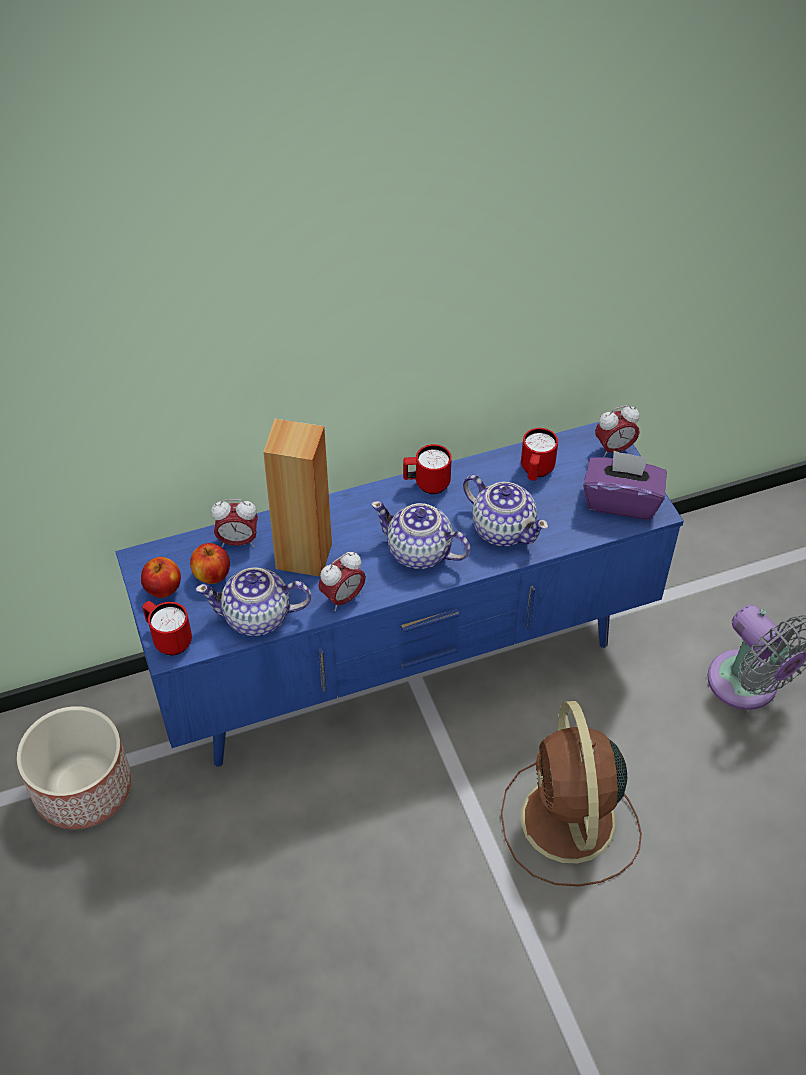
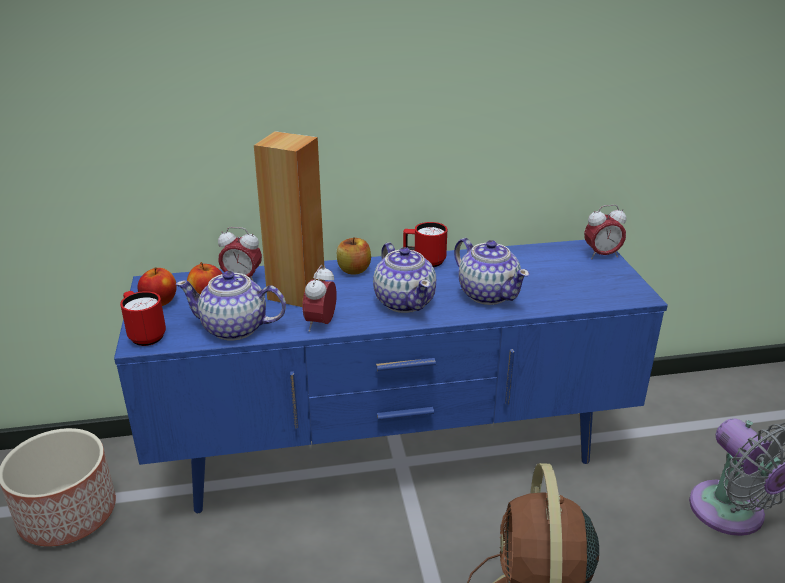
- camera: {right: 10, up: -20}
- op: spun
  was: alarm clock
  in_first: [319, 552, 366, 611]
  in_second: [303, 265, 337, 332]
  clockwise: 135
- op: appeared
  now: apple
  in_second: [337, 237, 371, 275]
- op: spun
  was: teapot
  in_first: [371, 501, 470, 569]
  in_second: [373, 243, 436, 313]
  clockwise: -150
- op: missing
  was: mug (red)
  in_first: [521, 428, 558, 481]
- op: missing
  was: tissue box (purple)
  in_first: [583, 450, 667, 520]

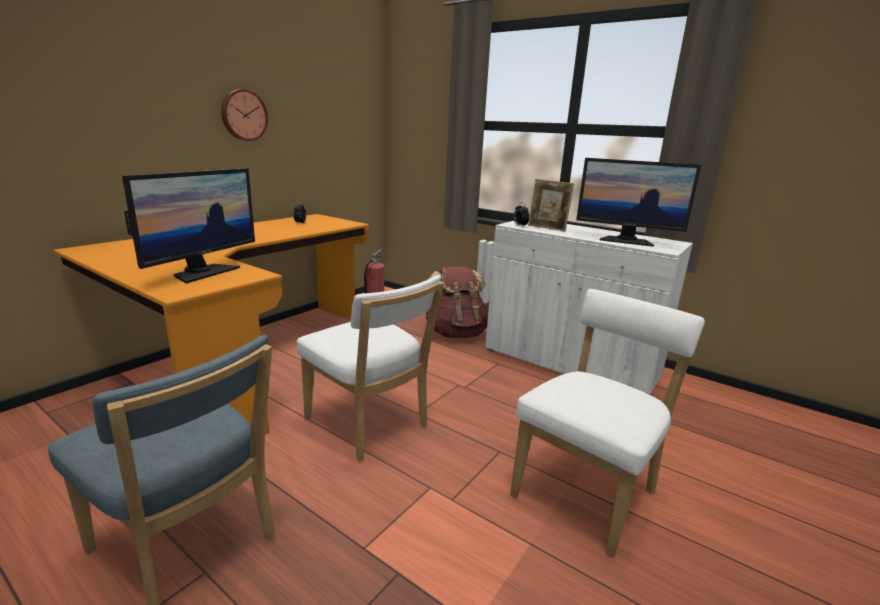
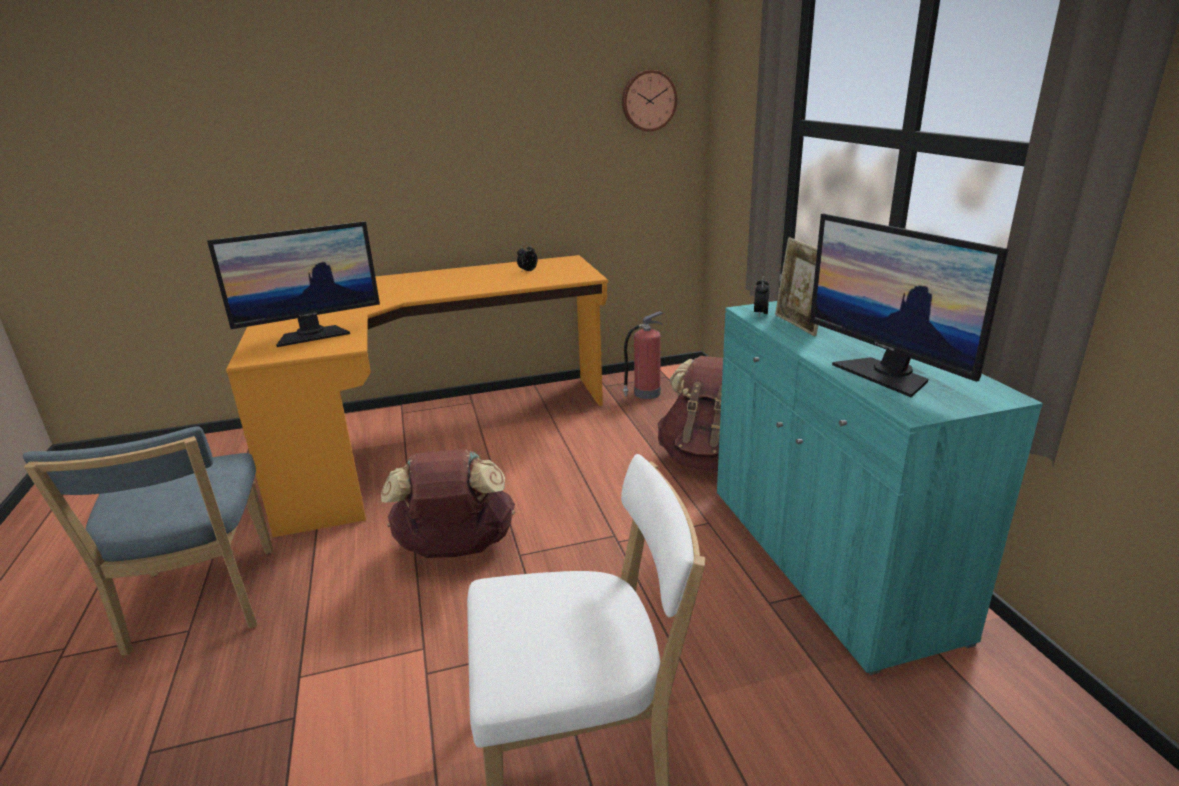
- camera: {right: 40, up: 5}
- op: exchanged
  was: chair (white)
  now: backpack (brown)
  in_first: [297, 275, 444, 461]
  in_second: [381, 449, 515, 558]
- op: relocated
  was: wall clock
  in_first: [221, 89, 268, 141]
  in_second: [622, 70, 677, 132]
- op: colour
  was: cabinet (white)
  now: cabinet (turquoise)
  in_first: [485, 221, 693, 395]
  in_second: [717, 301, 1043, 675]

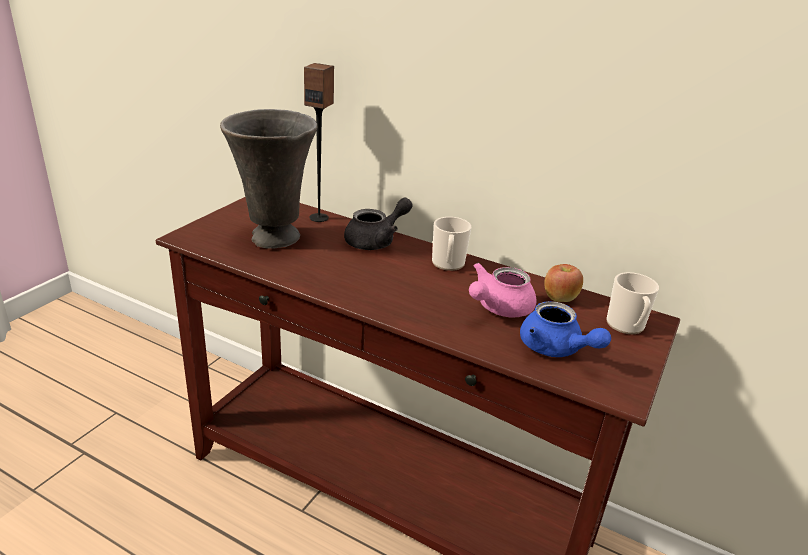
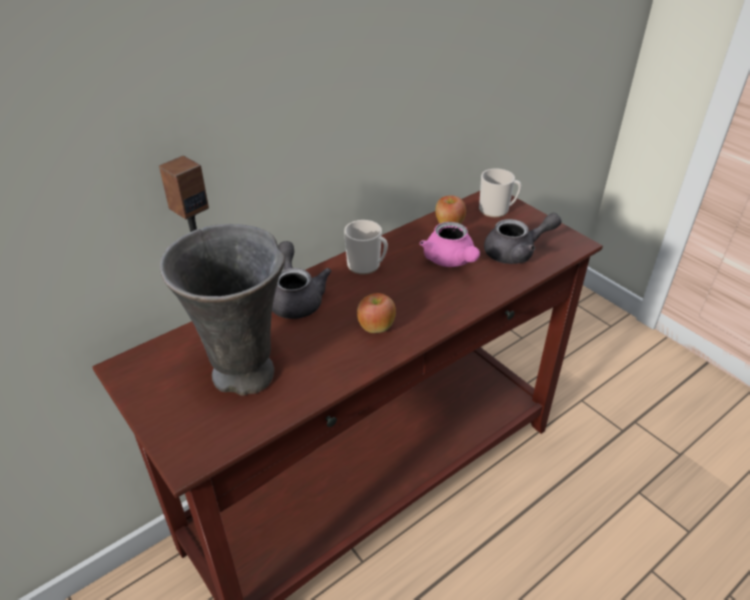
- camera: {right: -65, up: 10}
- op: appeared
  now: apple
  in_second: [357, 293, 396, 333]
- op: colour
  was: teapot (blue)
  now: teapot (grey)
  in_first: [520, 301, 611, 357]
  in_second: [484, 213, 562, 264]

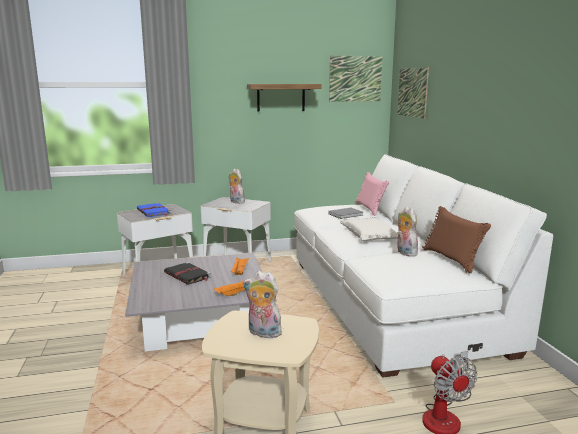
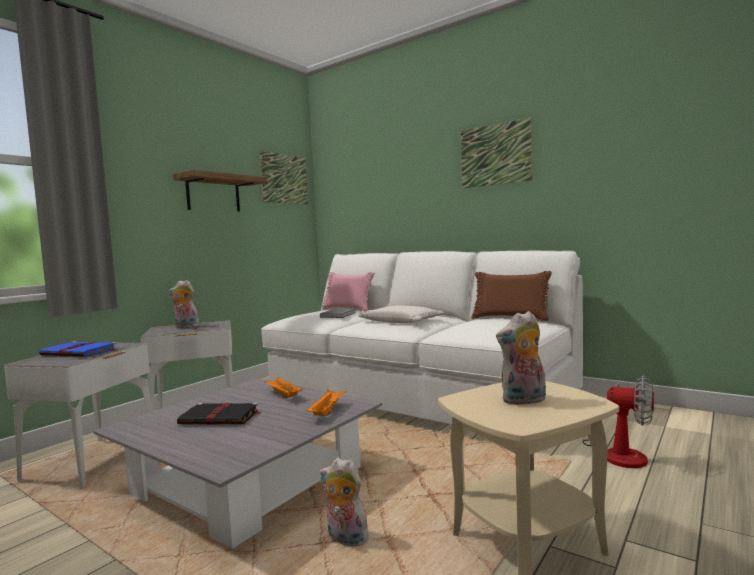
- camera: {right: -40, up: -10}
- op: relocated
  was: plush toy
  in_first: [397, 207, 418, 257]
  in_second: [320, 458, 374, 546]
- op: relocated
  was: picture
  in_first: [397, 67, 429, 119]
  in_second: [461, 117, 533, 189]

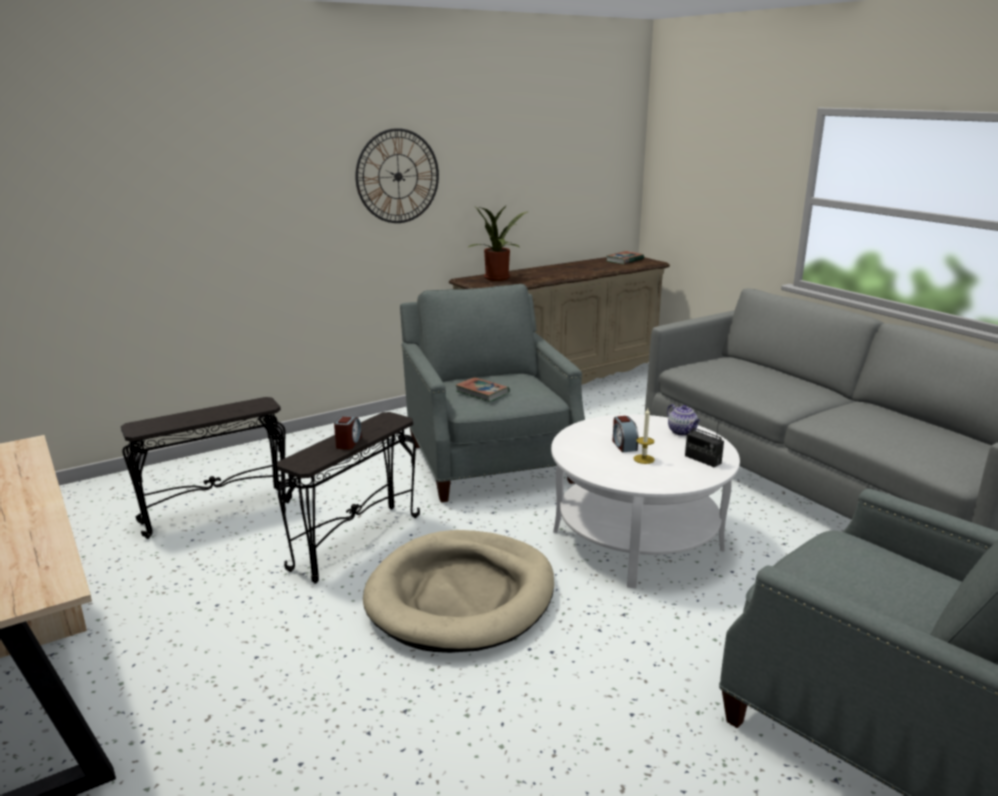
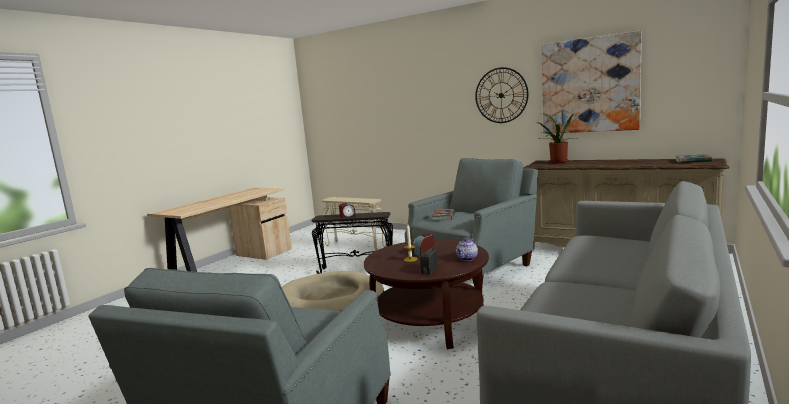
- camera: {right: 65, up: -10}
- op: colour
  was: side table (black)
  now: side table (beige)
  in_first: [121, 397, 292, 539]
  in_second: [322, 197, 386, 251]
- op: colour
  was: coffee table (white)
  now: coffee table (brown)
  in_first: [551, 414, 740, 588]
  in_second: [364, 239, 489, 349]
- op: appeared
  now: picture
  in_second: [541, 31, 642, 134]

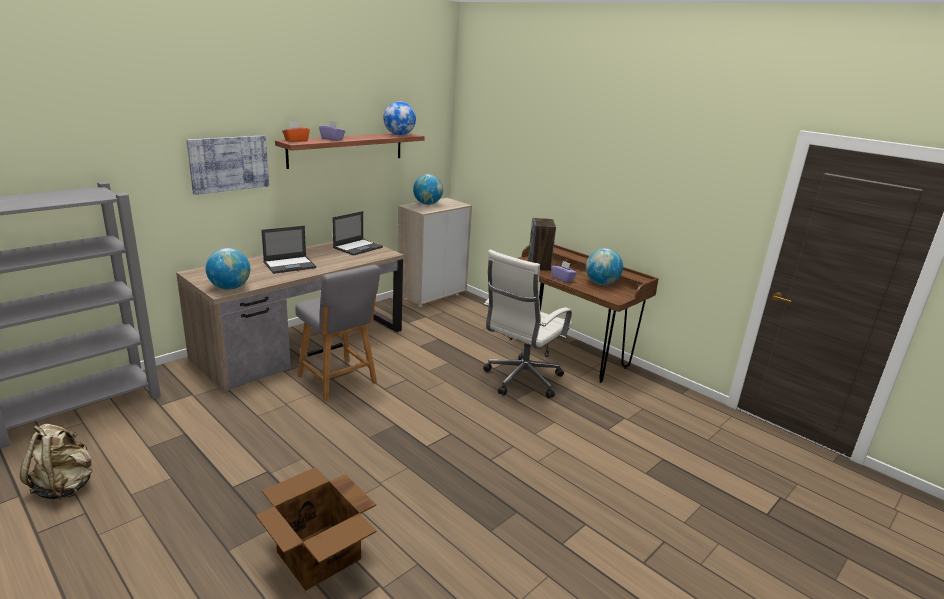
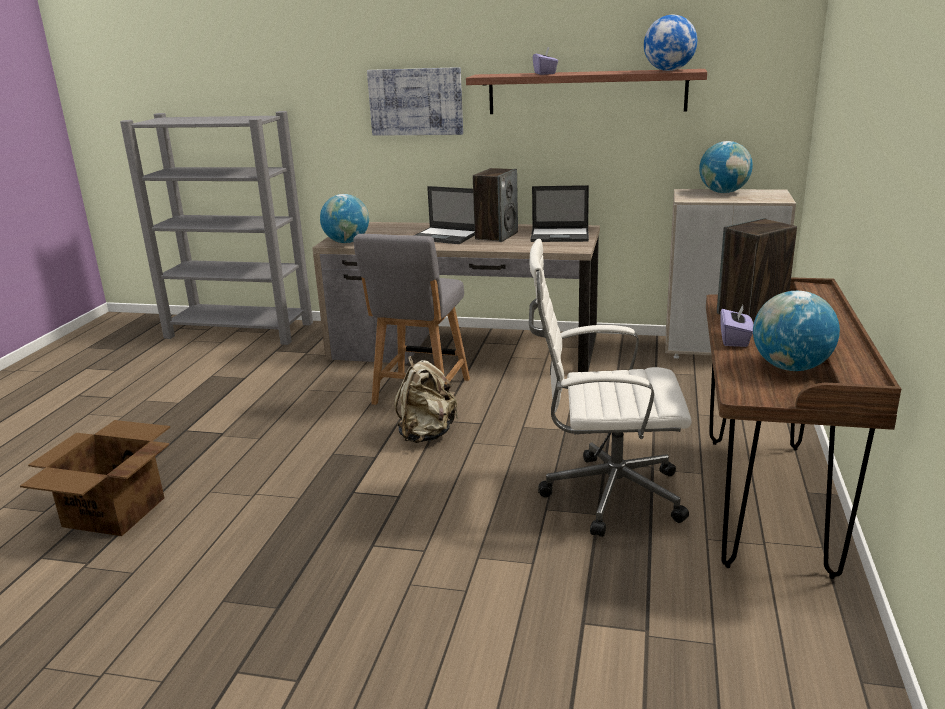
- camera: {right: 60, up: 0}
- op: relocated
  was: backpack (beige)
  in_first: [20, 424, 93, 500]
  in_second: [394, 356, 458, 443]
- op: appeared
  now: speaker
  in_second: [473, 168, 518, 242]
- op: missing
  was: tissue box (orange)
  in_first: [282, 122, 310, 142]

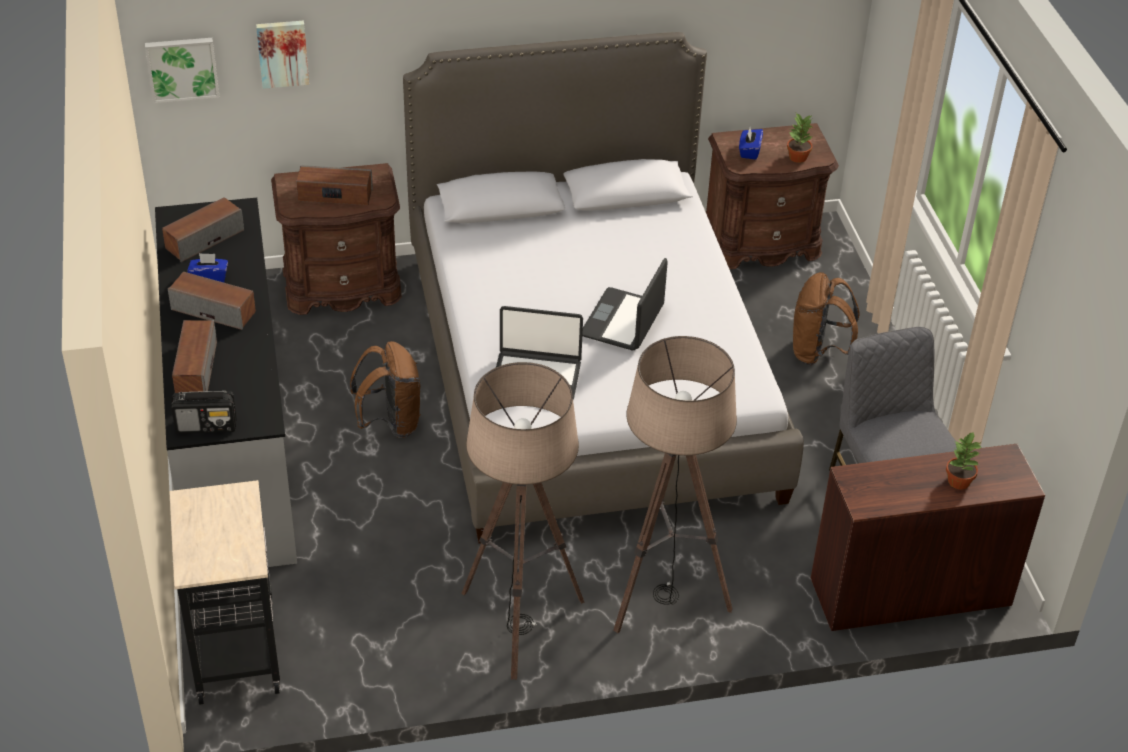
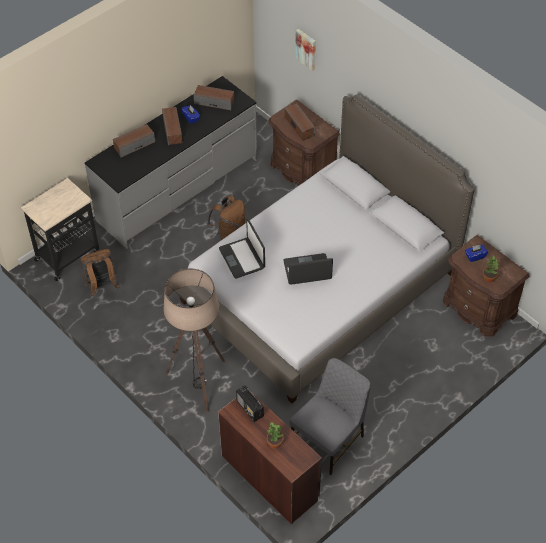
- camera: {right: 60, up: 10}
- op: relocated
  was: backpack (brown)
  in_first: [793, 272, 860, 365]
  in_second: [81, 249, 120, 296]
- op: relocated
  was: radio
  in_first: [171, 391, 237, 434]
  in_second: [236, 385, 264, 422]
- op: missing
  was: picture
  in_first: [145, 38, 220, 103]
- op: missing
  was: floor lamp
  in_first: [461, 362, 585, 680]

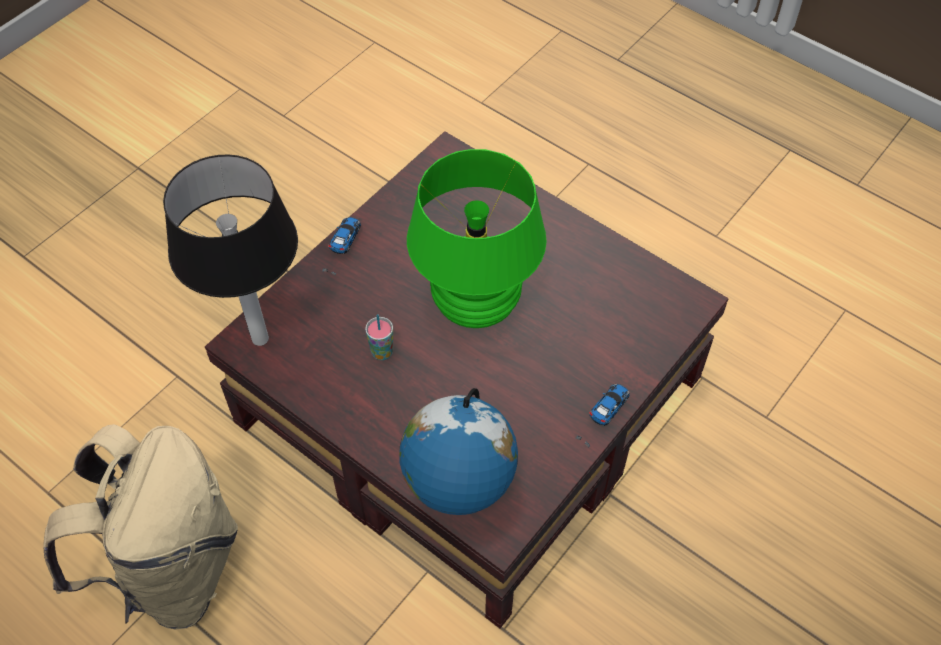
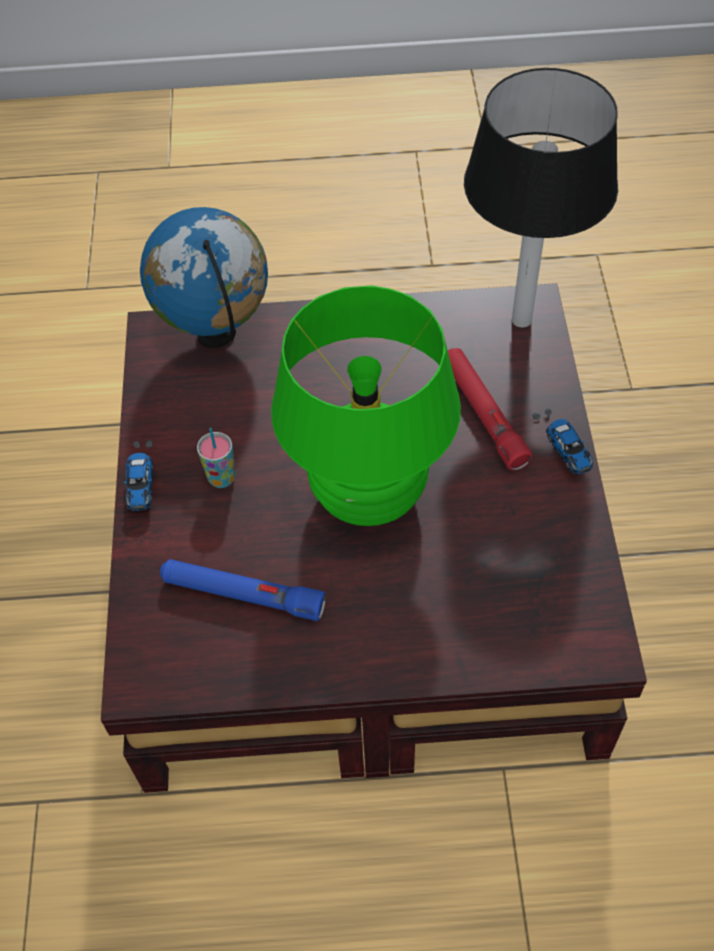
- camera: {right: 140, up: 0}
- op: appeared
  now: flashlight (blue)
  in_second: [160, 559, 326, 621]
- op: relocated
  was: cup
  in_first: [365, 314, 393, 360]
  in_second: [197, 428, 235, 488]
- op: appeared
  now: flashlight (red)
  in_second: [448, 348, 532, 470]
- op: missing
  was: backpack (beige)
  in_first: [43, 424, 238, 630]

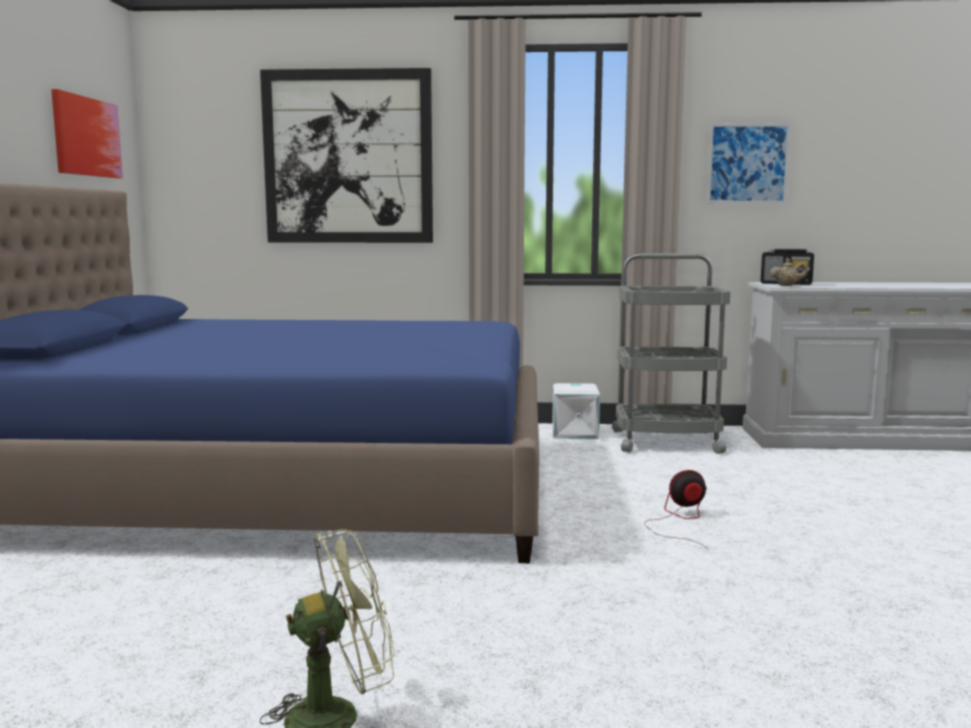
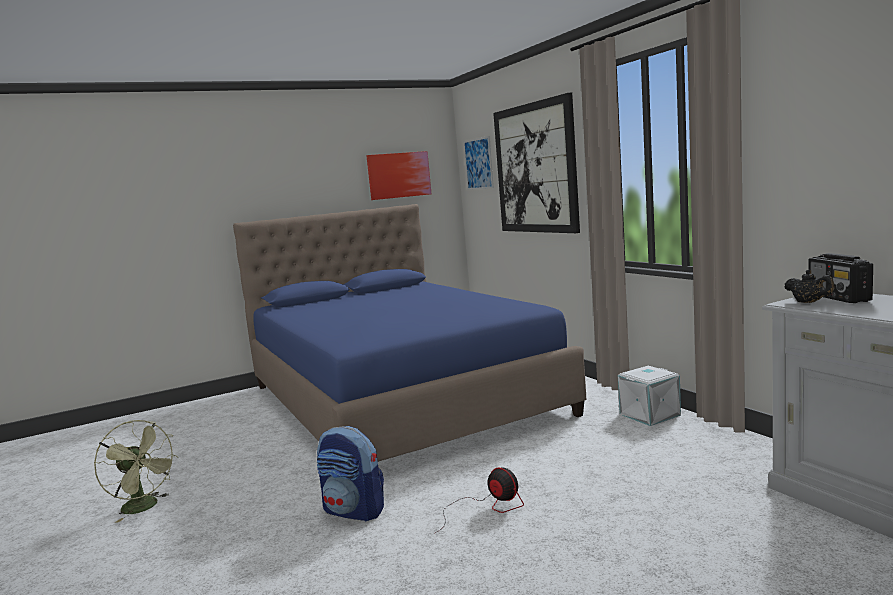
- camera: {right: 60, up: 0}
- op: appeared
  now: backpack
  in_second: [317, 426, 384, 522]
- op: relocated
  was: picture
  in_first: [707, 123, 791, 203]
  in_second: [463, 136, 494, 190]
- op: colour
  was: teapot (beige)
  now: teapot (black)
  in_first: [769, 259, 807, 286]
  in_second: [784, 270, 834, 303]
- op: missing
  was: cart (grey)
  in_first: [612, 253, 730, 454]

